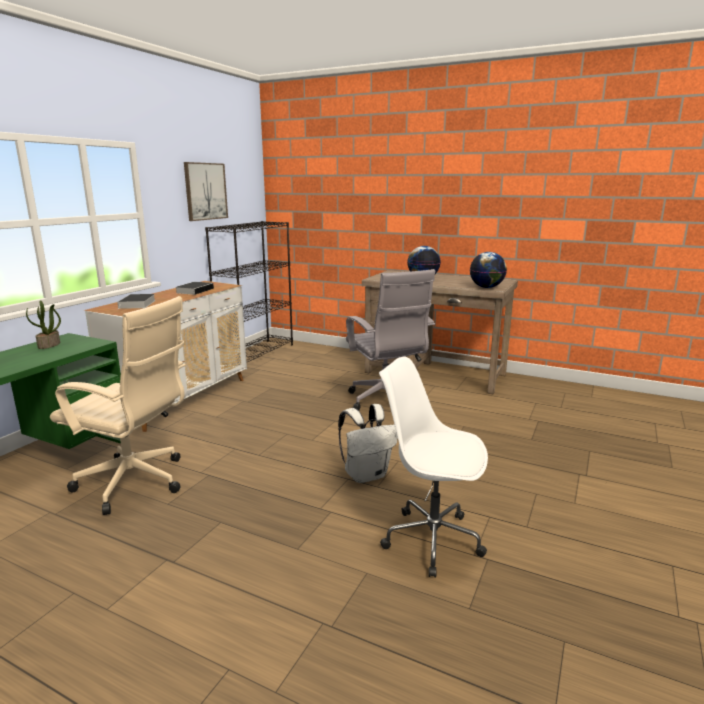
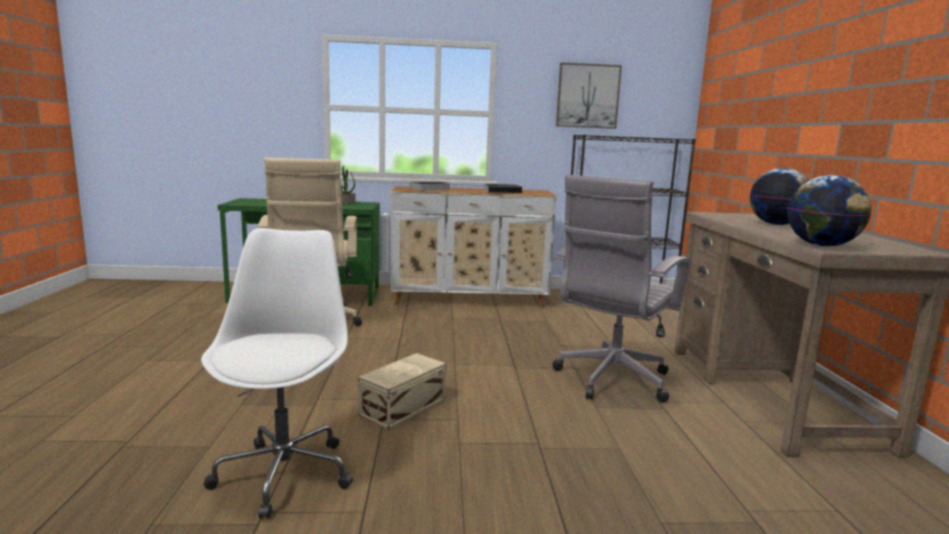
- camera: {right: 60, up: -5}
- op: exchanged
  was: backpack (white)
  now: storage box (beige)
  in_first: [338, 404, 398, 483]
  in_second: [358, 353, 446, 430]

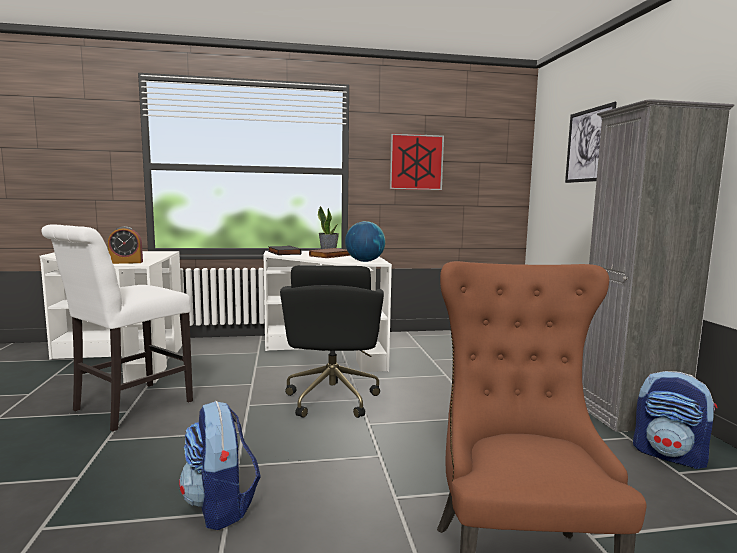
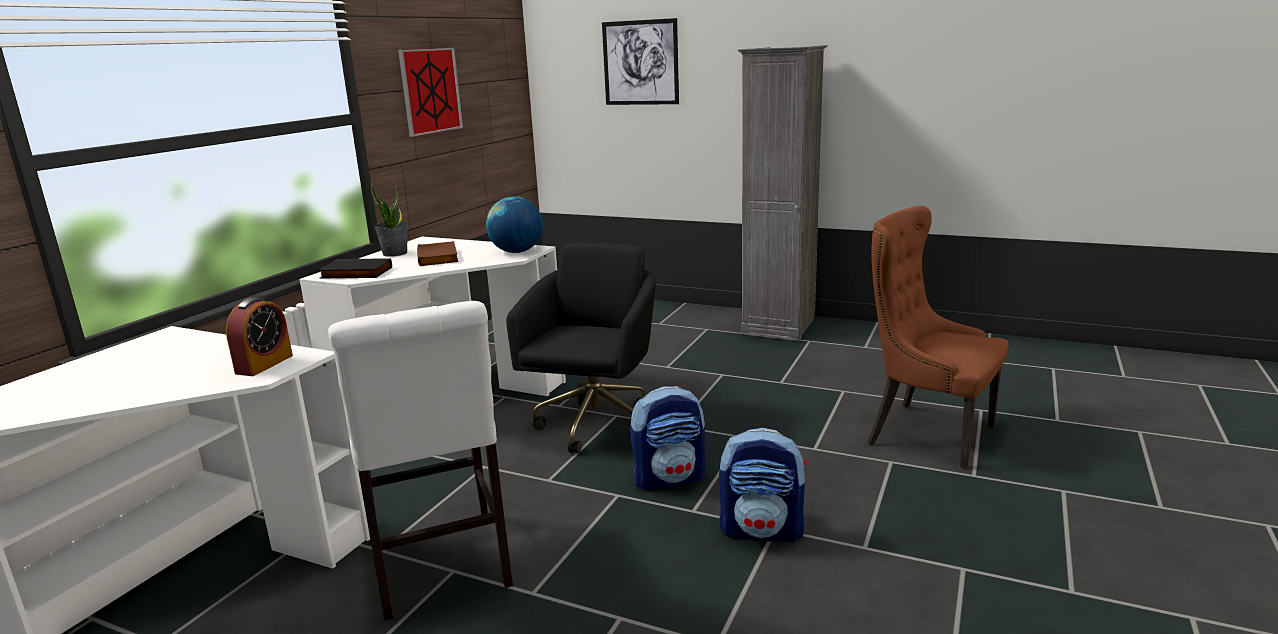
- camera: {right: -55, up: 10}
- op: spun
  was: office chair (black)
  in_first: [280, 265, 384, 418]
  in_second: [506, 243, 656, 454]
  clockwise: -105
- op: relocated
  was: backpack
  in_first: [633, 371, 717, 469]
  in_second: [630, 386, 706, 491]

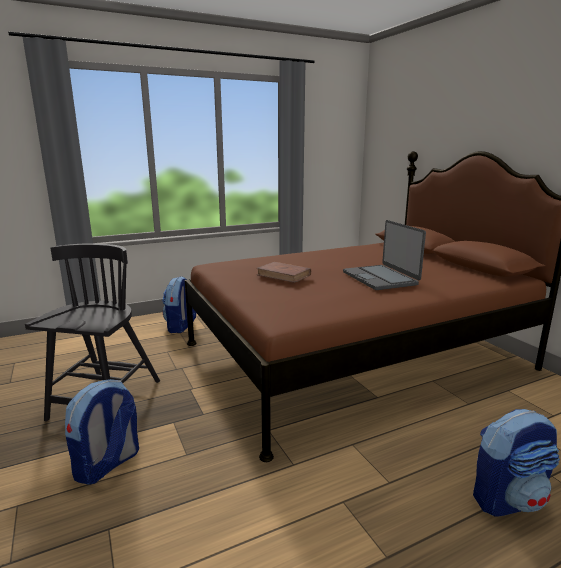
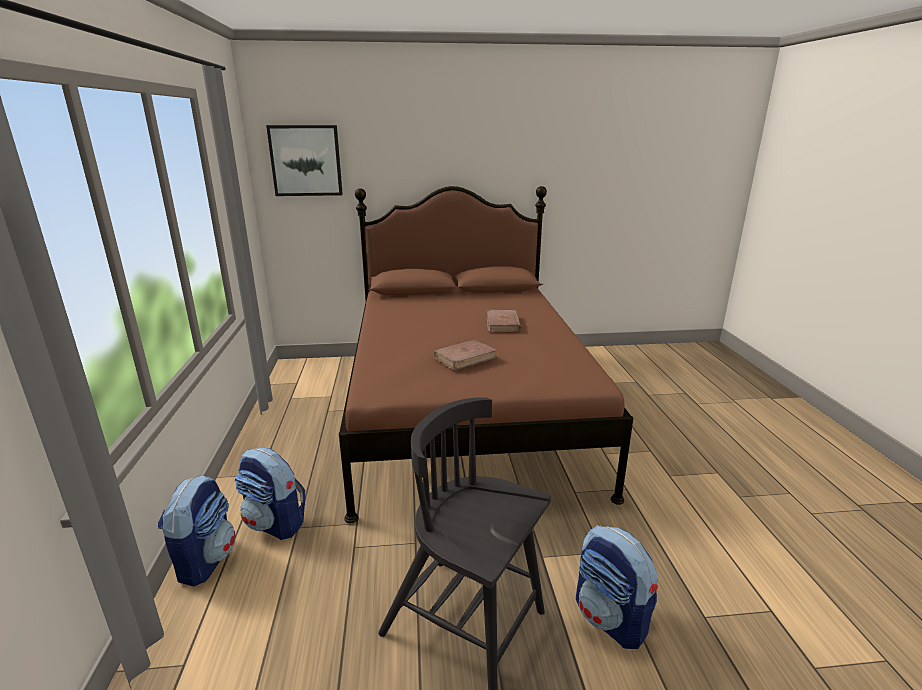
- camera: {right: -70, up: 5}
- op: relocated
  was: backpack
  in_first: [473, 409, 560, 517]
  in_second: [158, 475, 236, 587]
- op: appeared
  now: picture
  in_second: [266, 125, 343, 196]
- op: exchanged
  was: laptop
  now: book (brown)
  in_first: [343, 220, 426, 290]
  in_second: [487, 310, 521, 332]

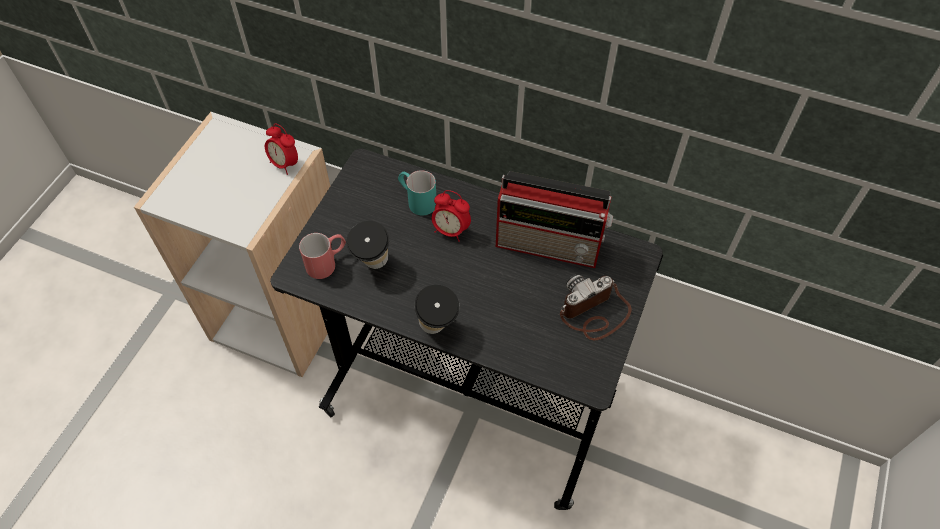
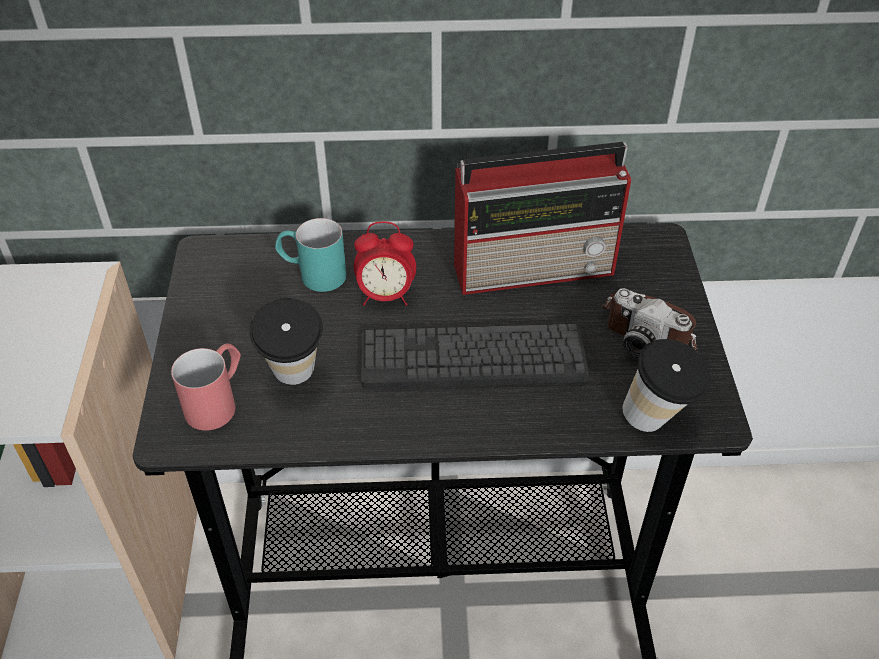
- camera: {right: -25, up: -10}
- op: appeared
  now: keyboard
  in_second: [361, 324, 589, 389]
- op: spun
  was: photo camera
  in_first: [560, 274, 632, 340]
  in_second: [601, 288, 697, 358]
  clockwise: -90
- op: relocated
  was: cup
  in_first: [414, 285, 460, 334]
  in_second: [622, 339, 710, 432]
- op: missing
  was: alarm clock
  in_first: [265, 124, 298, 175]

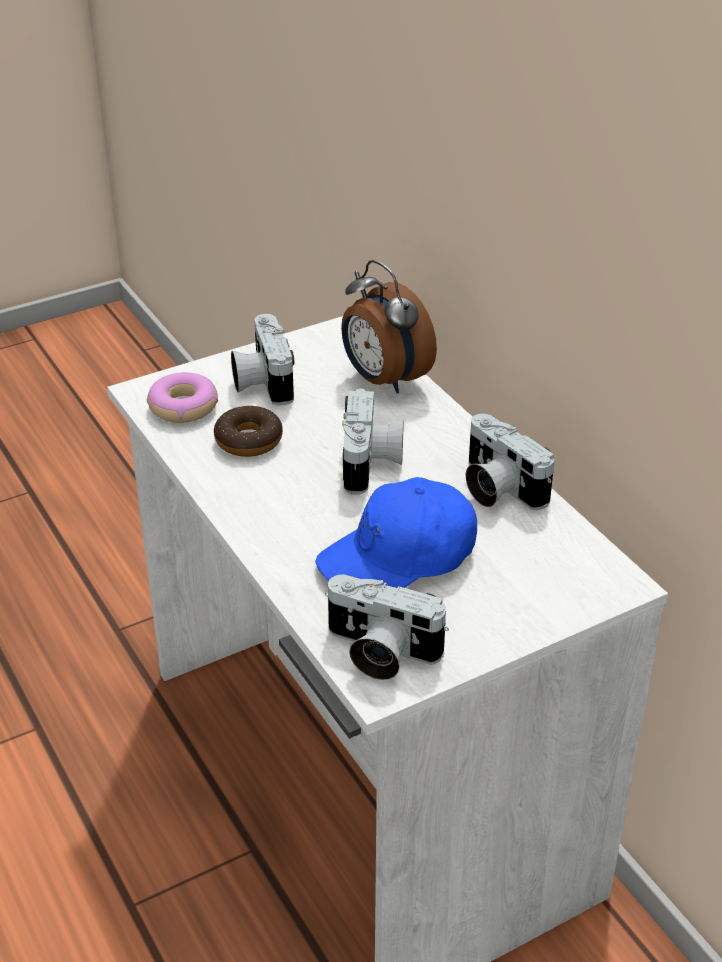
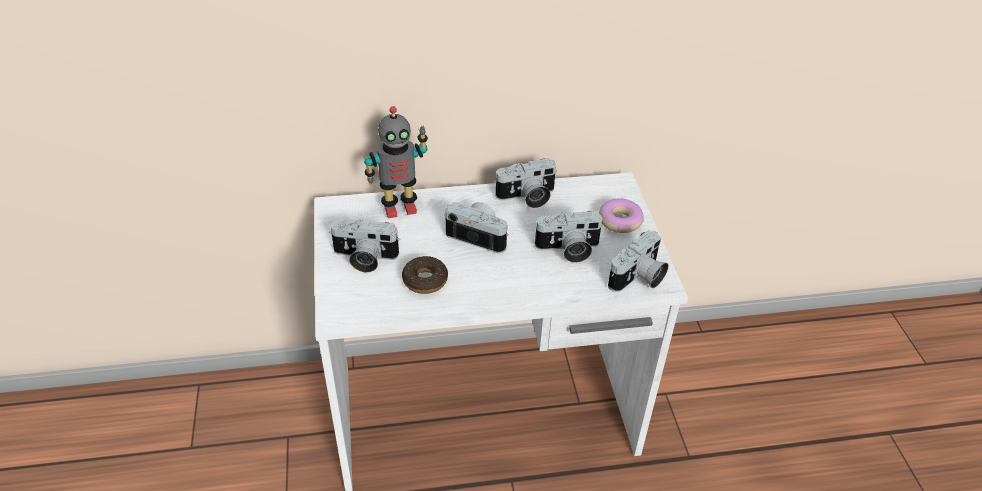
- camera: {right: -70, up: 5}
- op: exchanged
  was: alarm clock
  now: toy robot
  in_first: [341, 260, 437, 393]
  in_second: [364, 106, 428, 218]
- op: exchanged
  was: cap (blue)
  now: photo camera
  in_first: [315, 477, 477, 588]
  in_second: [534, 211, 604, 263]
- op: relocated
  was: donut
  in_first: [147, 372, 218, 423]
  in_second: [599, 198, 644, 233]

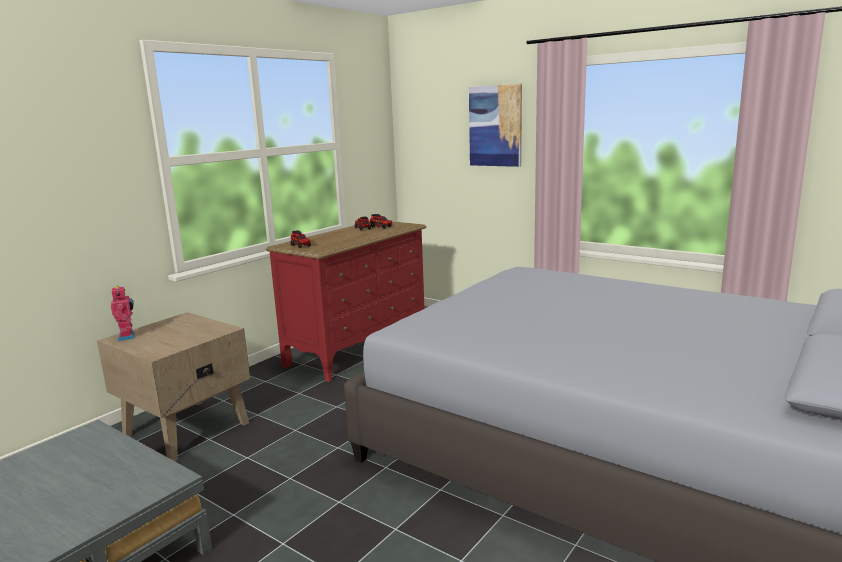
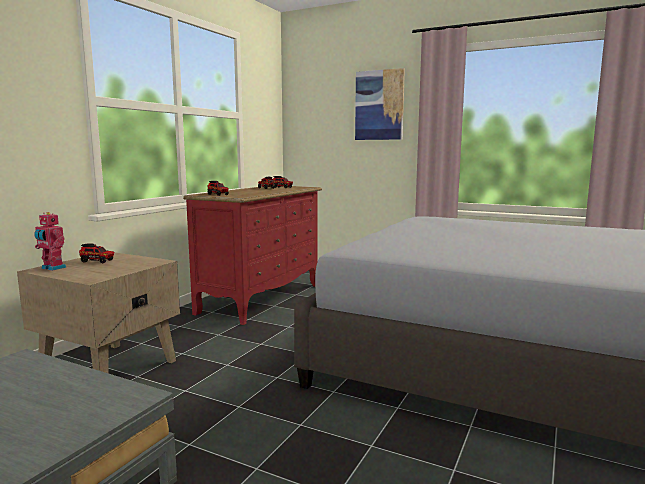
- camera: {right: -10, up: -5}
- op: spun
  was: toy robot
  in_first: [111, 285, 135, 341]
  in_second: [34, 212, 66, 271]
  clockwise: 150
- op: appeared
  now: toy truck
  in_second: [79, 243, 114, 263]

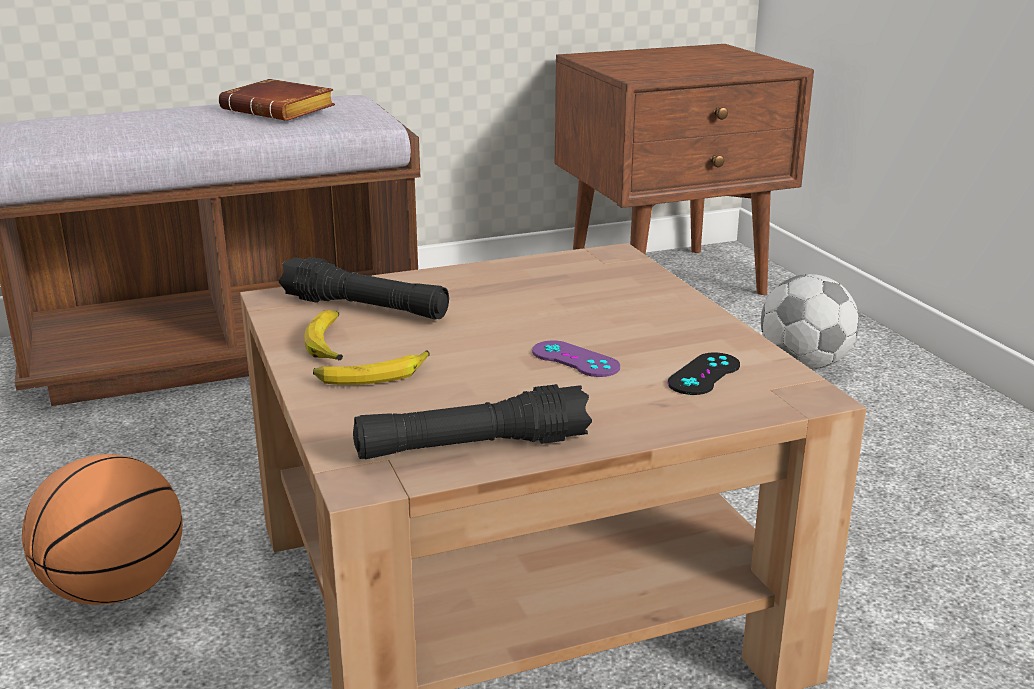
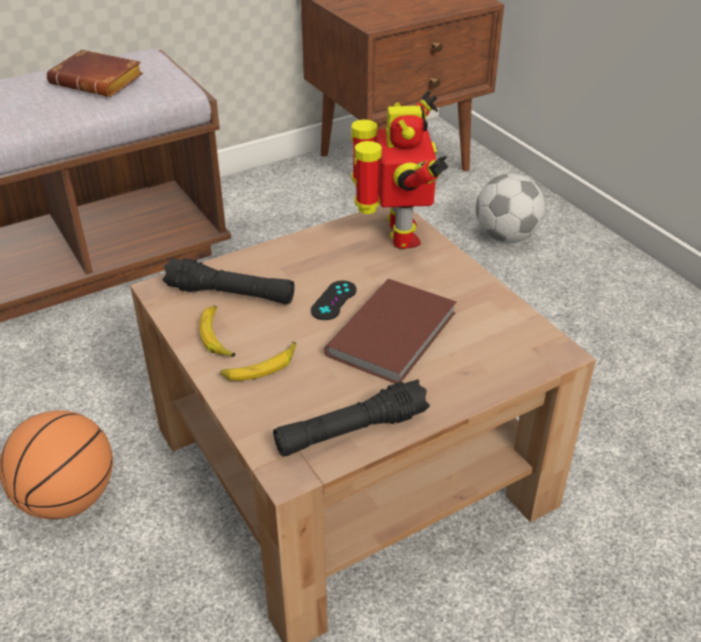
- camera: {right: -10, up: 15}
- op: relocated
  was: game controller (black)
  in_first: [667, 353, 740, 395]
  in_second: [311, 281, 357, 320]
- op: exchanged
  was: game controller (purple)
  now: book (brown)
  in_first: [532, 341, 620, 377]
  in_second: [324, 279, 456, 383]
- op: appeared
  now: toy robot
  in_second: [351, 91, 448, 249]

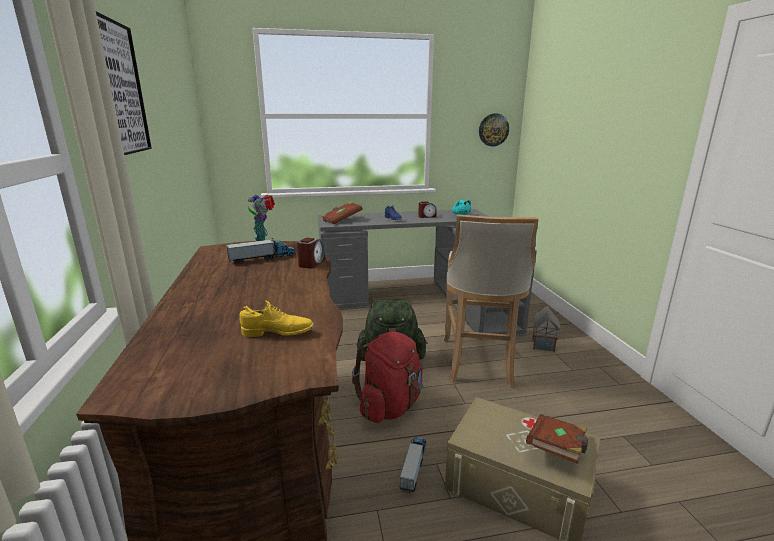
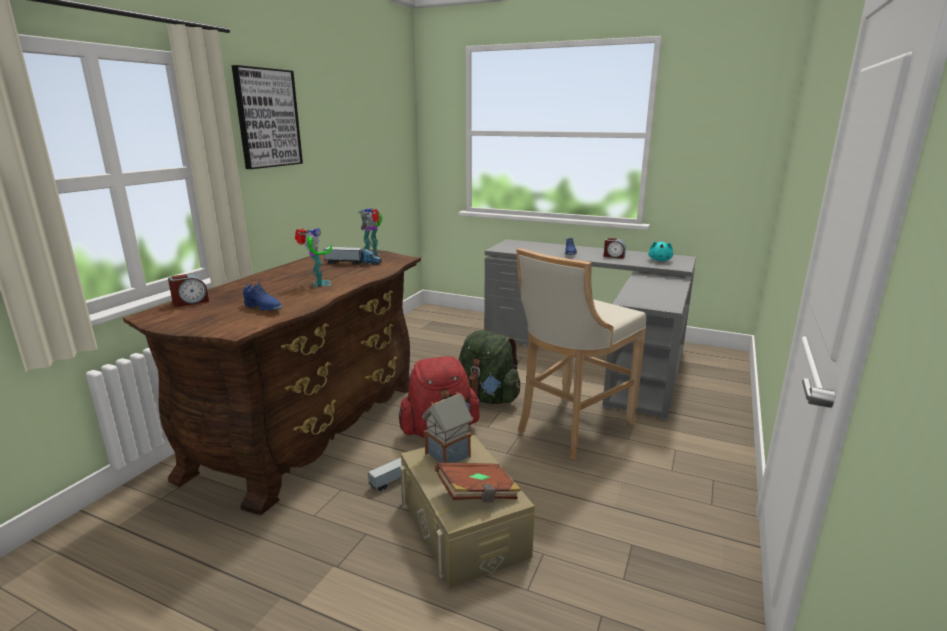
- camera: {right: 35, up: 0}
- op: relocated
  was: alarm clock
  in_first: [297, 238, 325, 268]
  in_second: [168, 274, 209, 307]
- op: colour
  was: shoe (yellow)
  now: shoe (blue)
  in_first: [239, 300, 315, 337]
  in_second: [243, 282, 282, 311]
- op: appeared
  now: toy robot
  in_second: [295, 228, 332, 287]
- op: relocated
  was: toy house
  in_first: [532, 306, 561, 353]
  in_second: [422, 392, 473, 463]
- op: missing
  was: book (brown)
  in_first: [321, 202, 363, 224]
- op: missing
  was: wall clock
  in_first: [479, 114, 509, 146]

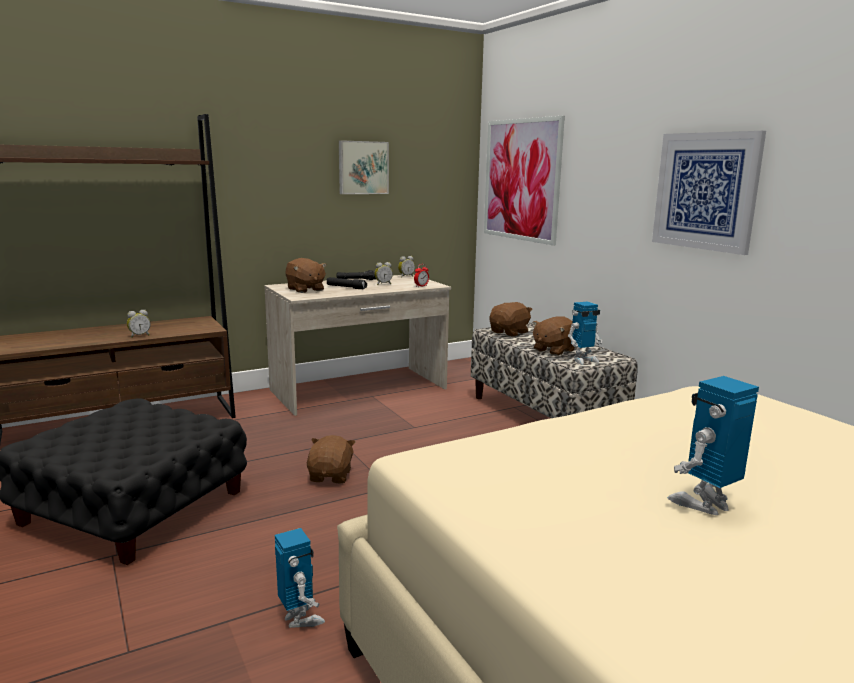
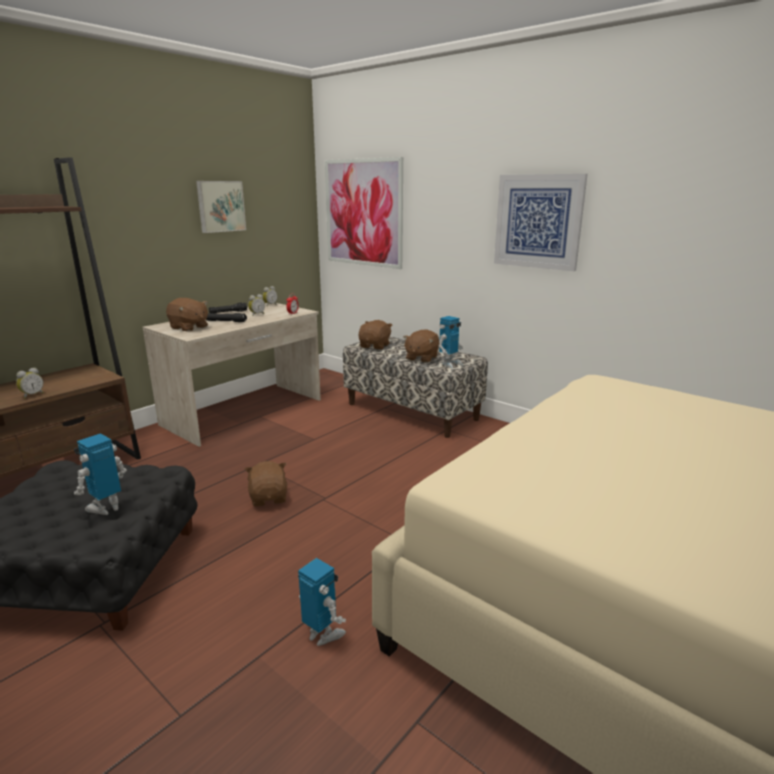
- camera: {right: -20, up: 5}
- op: relocated
  was: toy robot
  in_first: [668, 376, 759, 515]
  in_second: [74, 433, 127, 515]

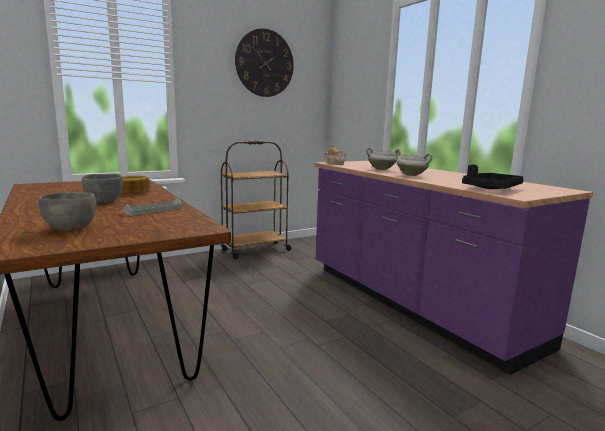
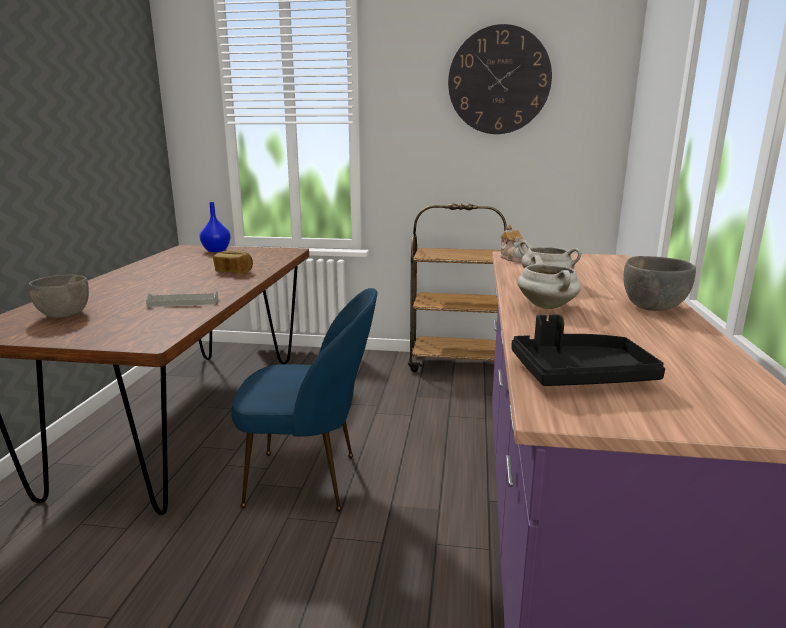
- camera: {right: 40, up: 5}
- op: appeared
  now: vase (blue)
  in_second: [199, 202, 231, 252]
- op: appeared
  now: chair (blue)
  in_second: [231, 288, 377, 512]
- op: relocated
  was: bowl (grey)
  in_first: [82, 174, 123, 204]
  in_second: [623, 256, 696, 311]

